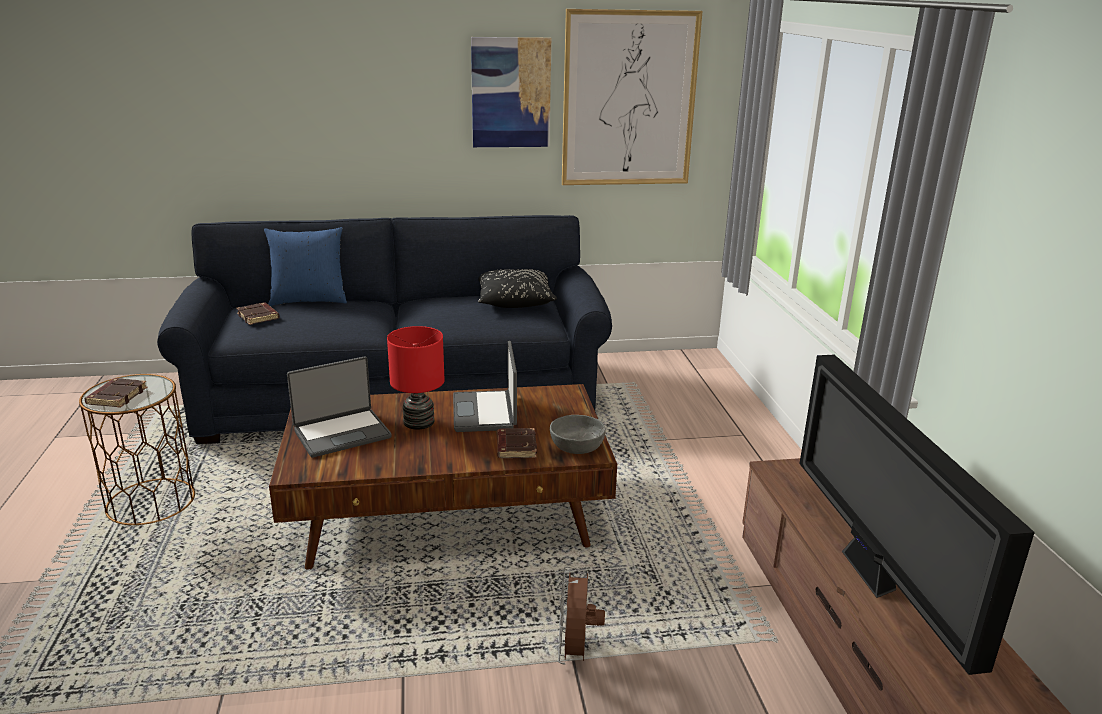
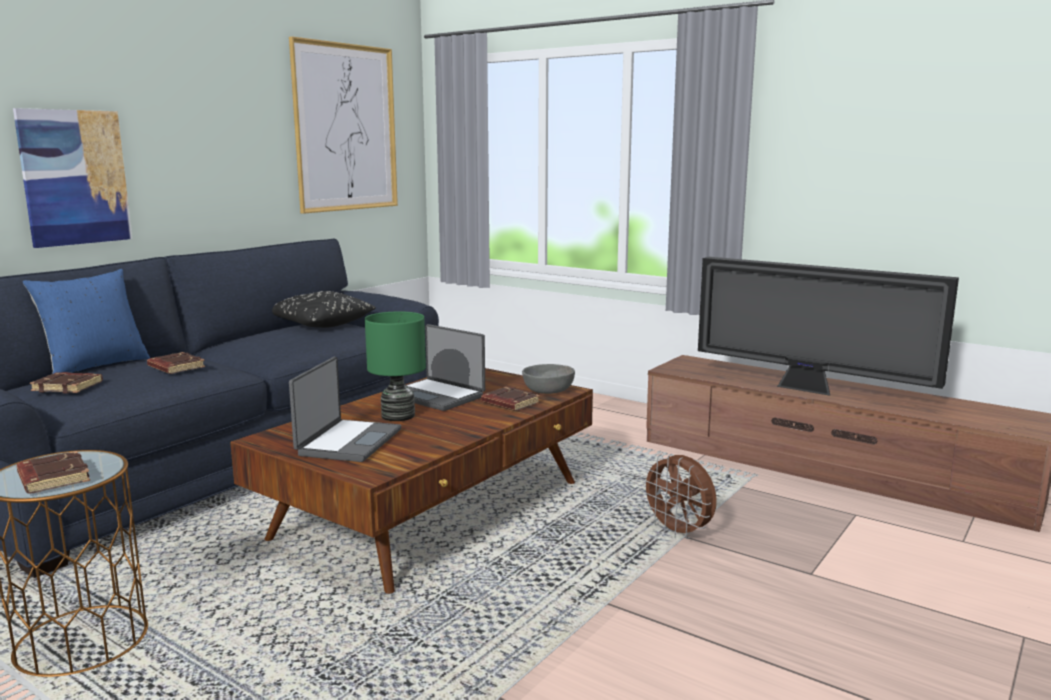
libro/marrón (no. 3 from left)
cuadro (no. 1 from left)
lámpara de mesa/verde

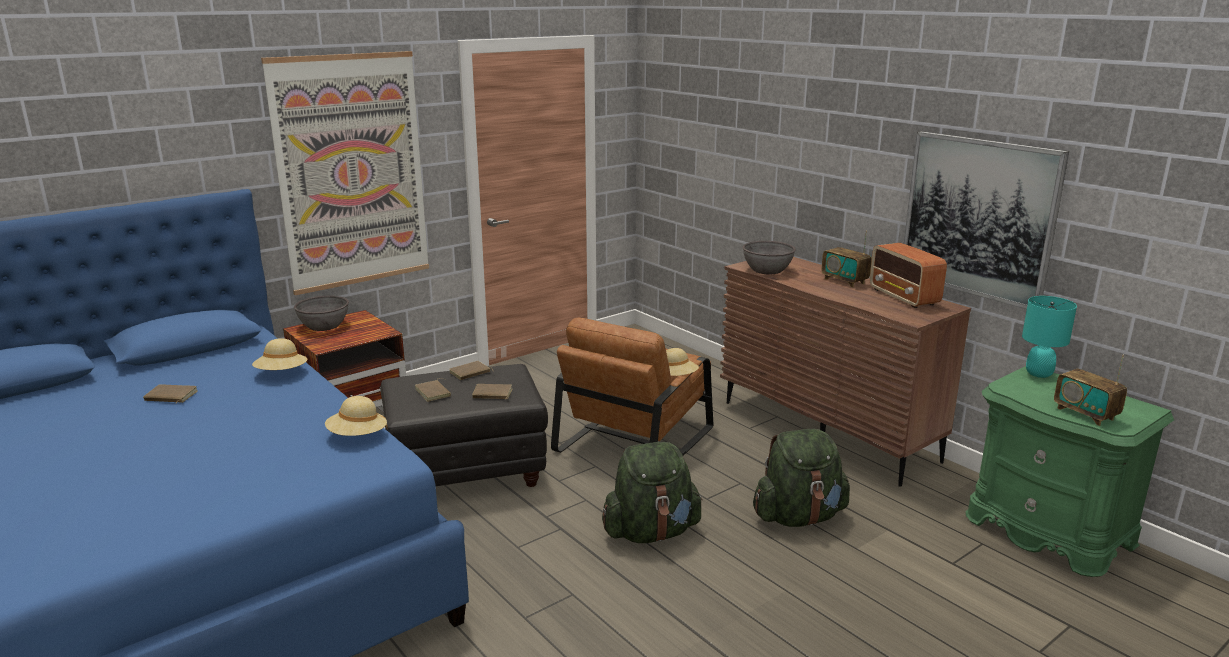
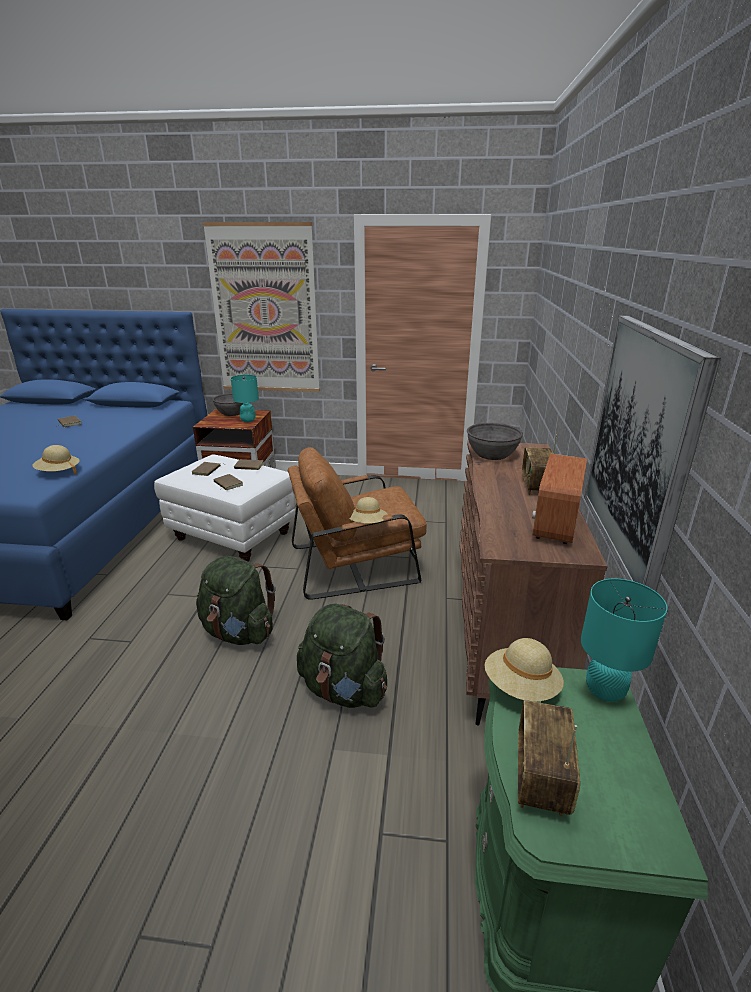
lámpara de mesa/turquesa (no. 1 from left)
sombrero/beis (no. 3 from left)
puf/blanco

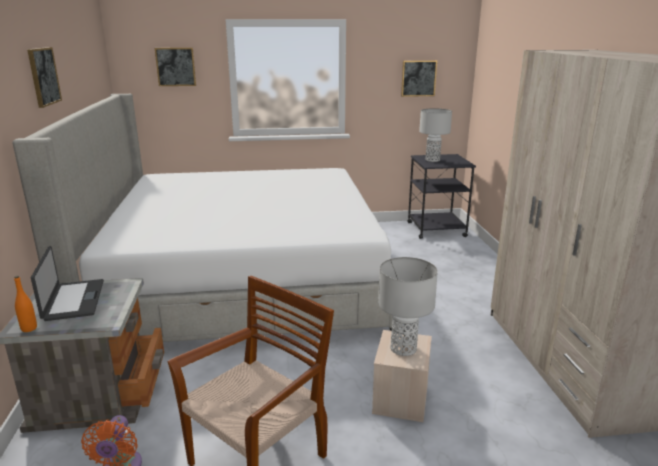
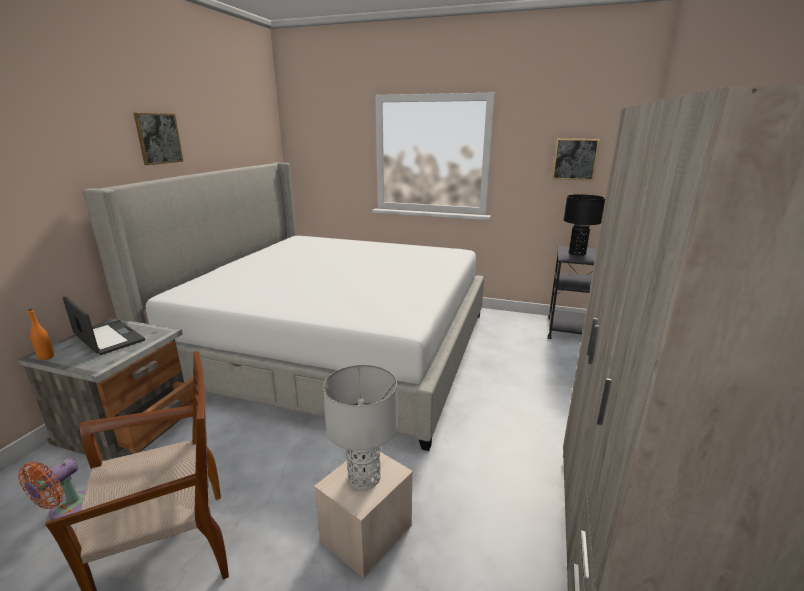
cuadro (no. 2 from left in the first image)
lámpara de mesa/negro
portátil

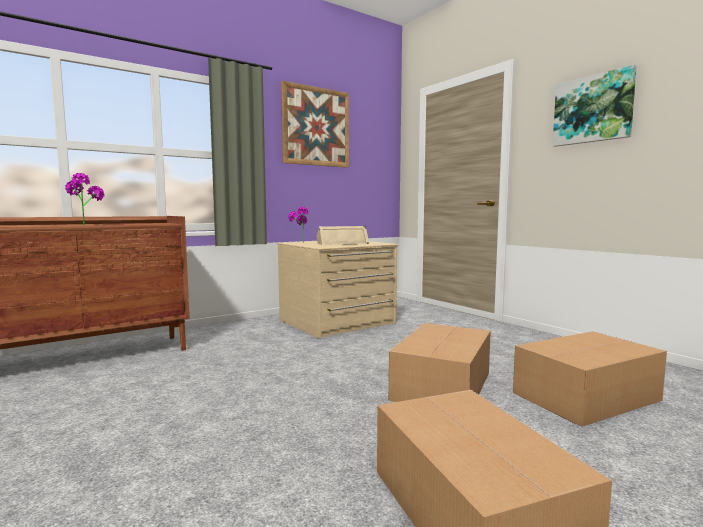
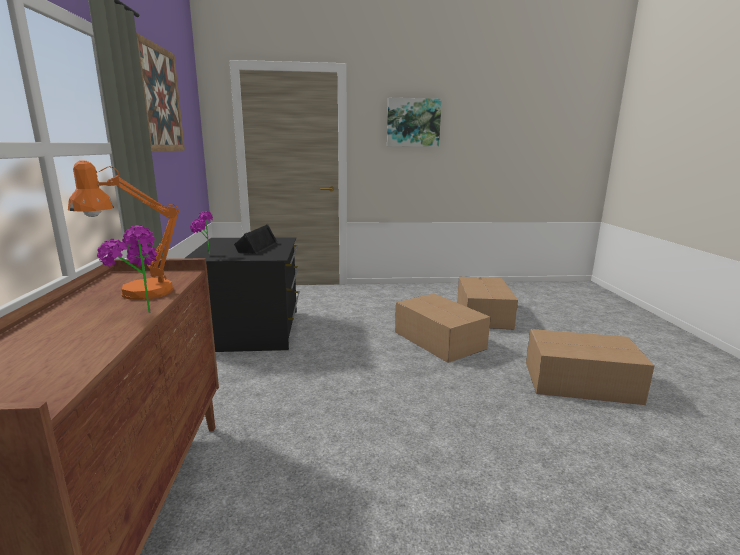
lámpara de mesa/naranja
cómoda/negro
altavoz/negro

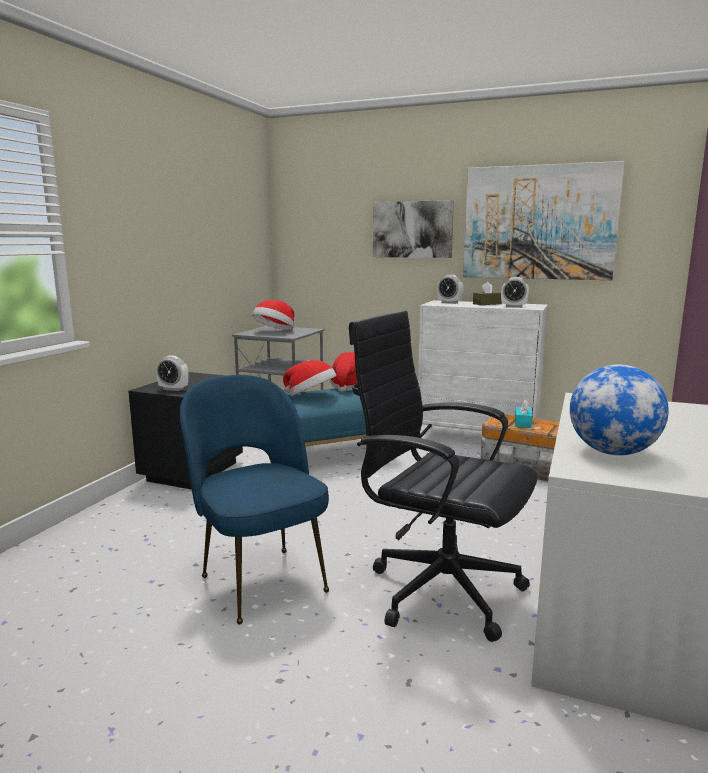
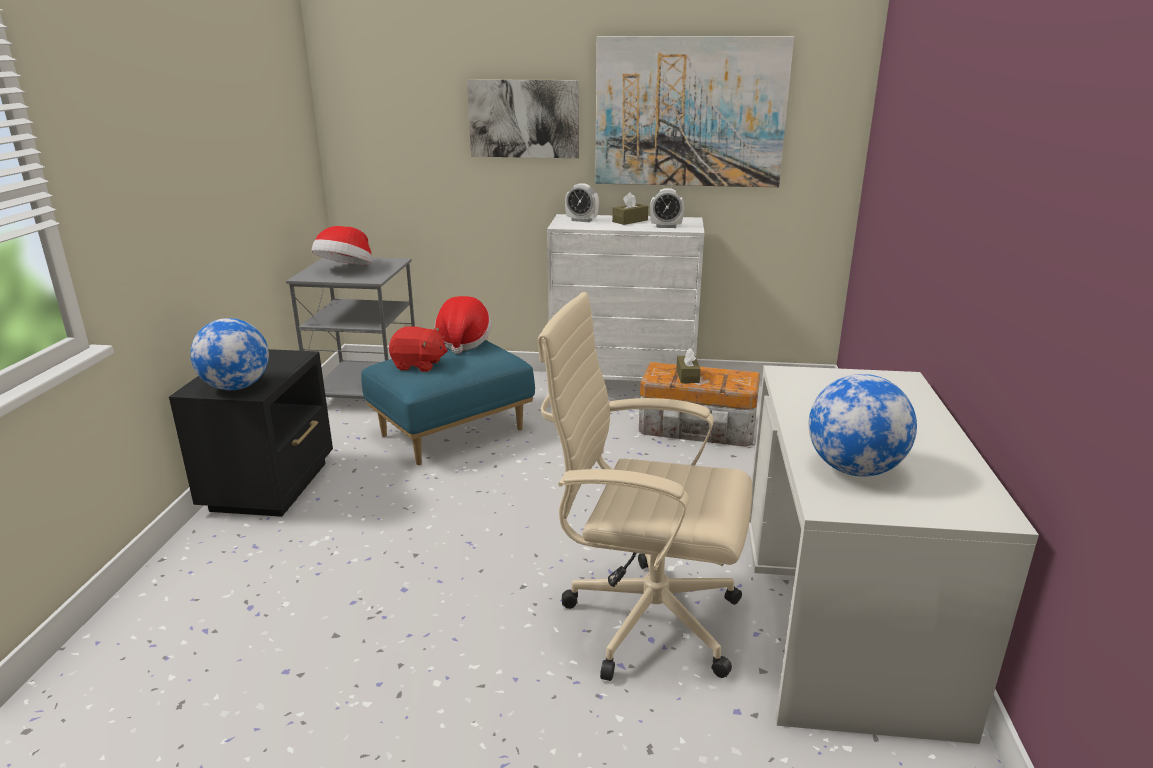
silla/azul
globo terráqueo (no. 1 from left)
peluche/rojo
silla de oficina/beis
caja de pañuelos/marrón (no. 2 from left)

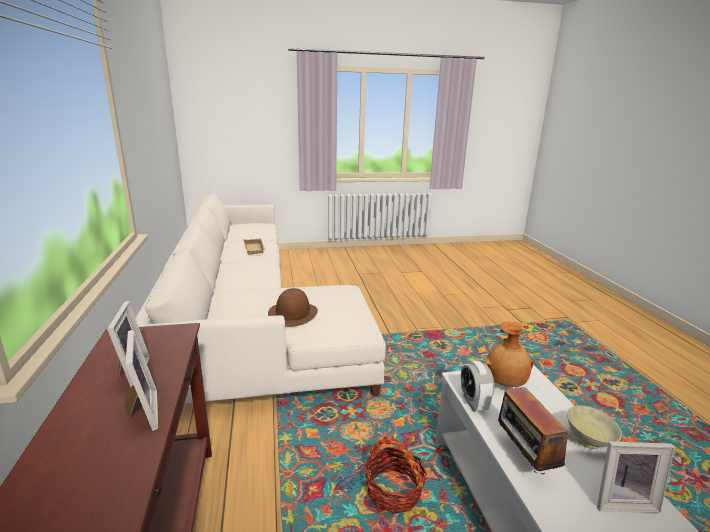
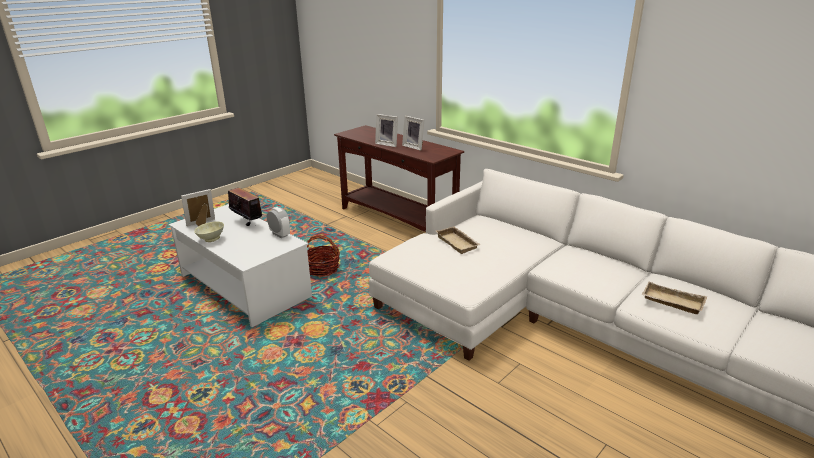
florero/marrón
bandeja/beis (no. 1 from left)

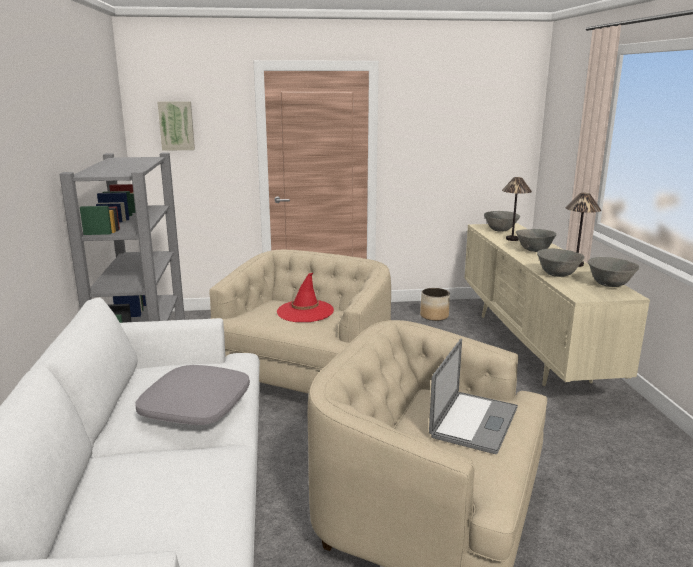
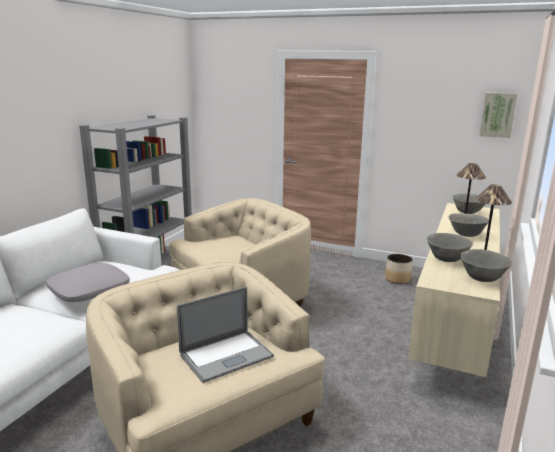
sombrero/rojo
cuadro

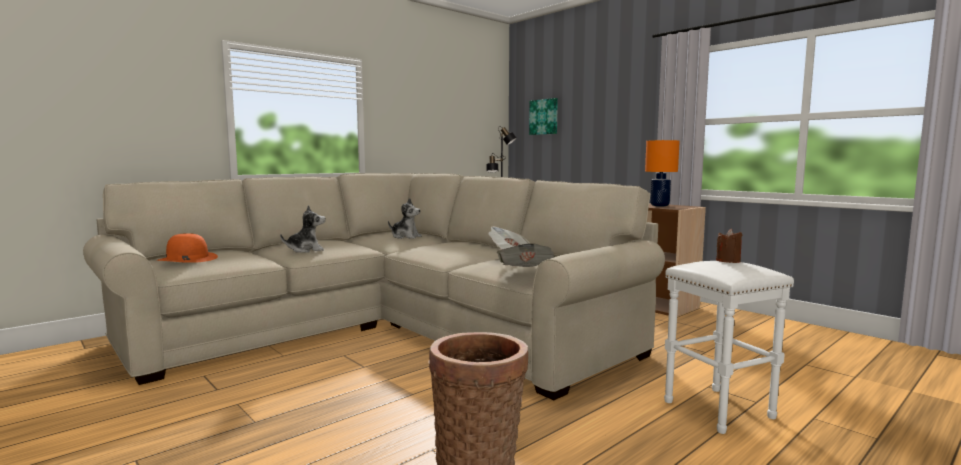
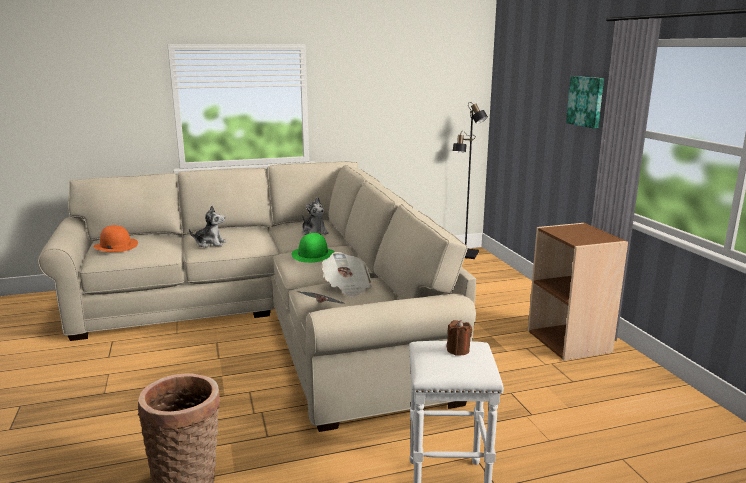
lámpara de mesa/naranja
sombrero/verde
cuadro

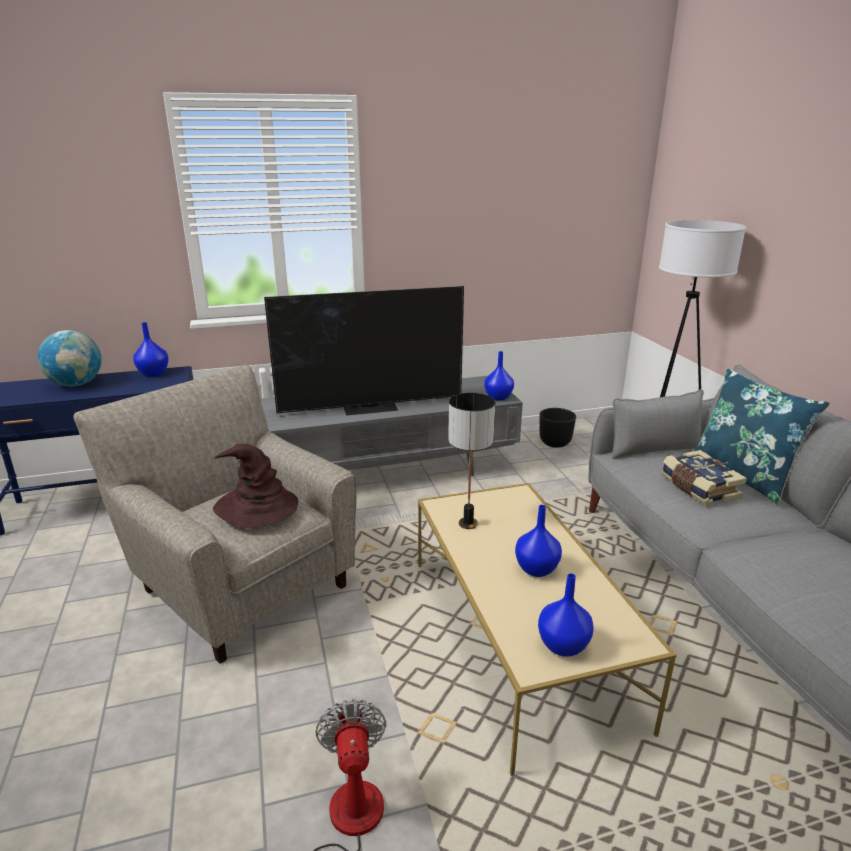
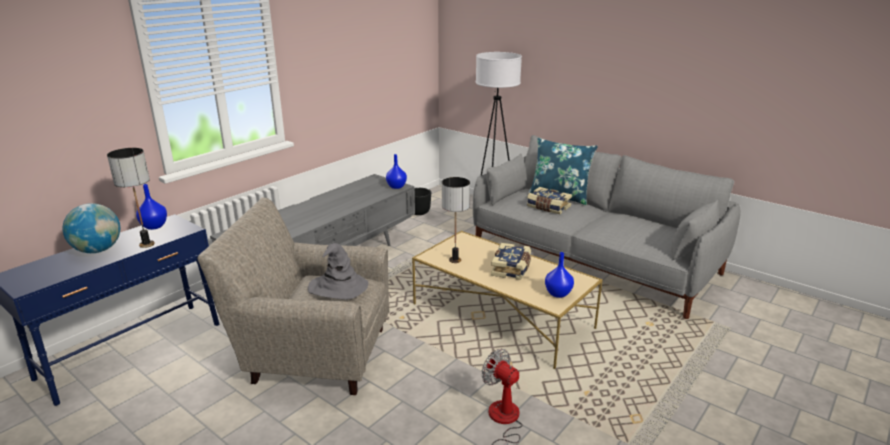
televisor
lámpara de mesa (no. 1 from left)
libro (no. 1 from left)
sombrero/gris

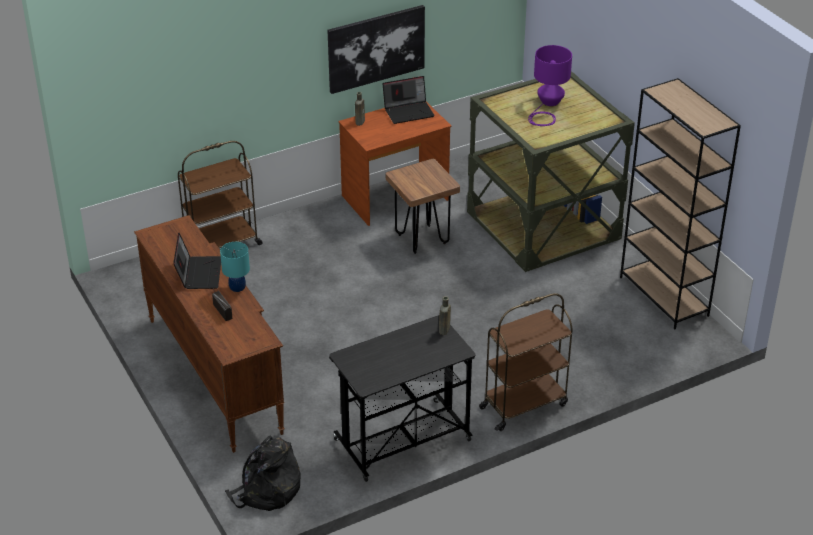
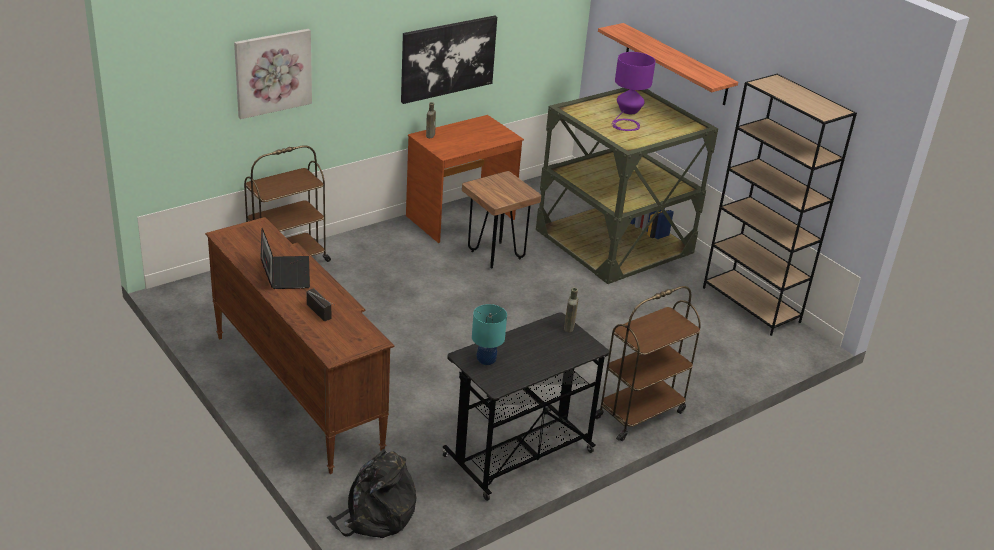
portátil (no. 2 from left in the first image)
cuadro (no. 1 from left)
estante
lámpara de mesa/turquesa

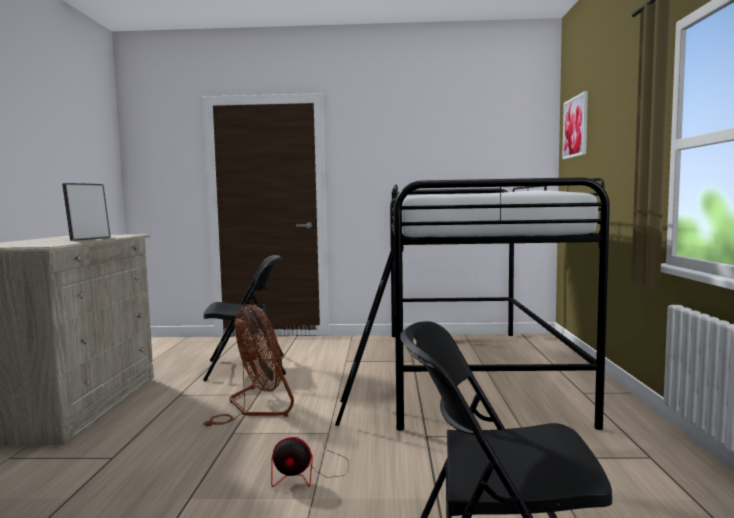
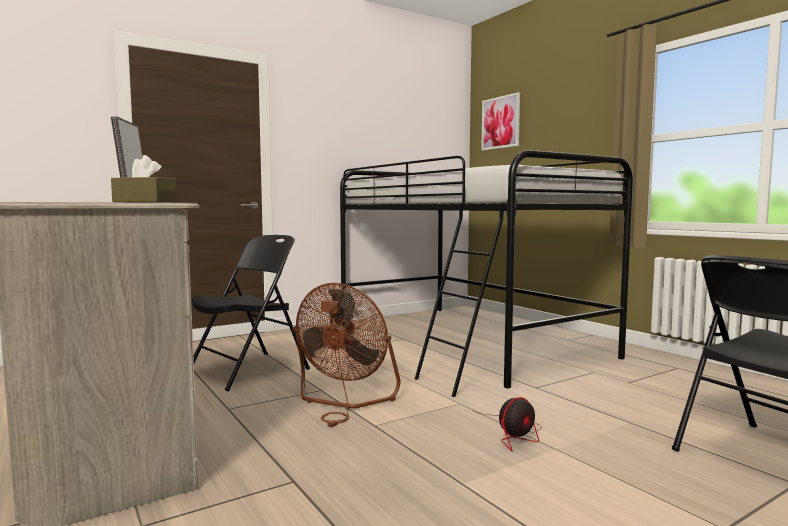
caja de pañuelos/marrón

